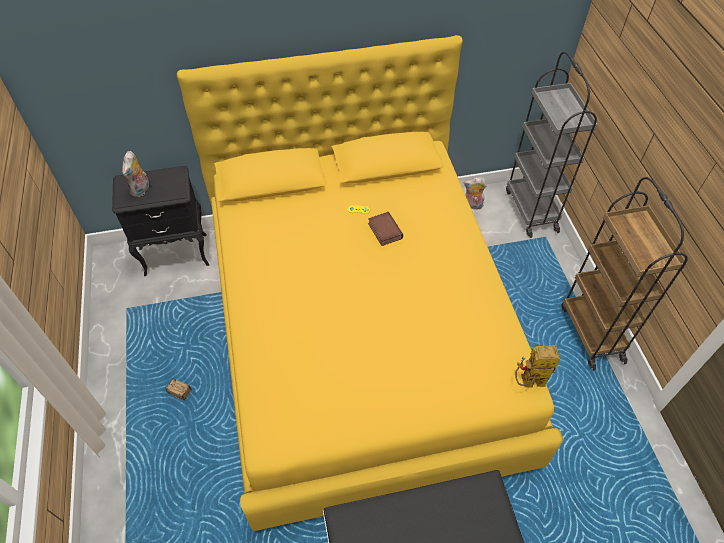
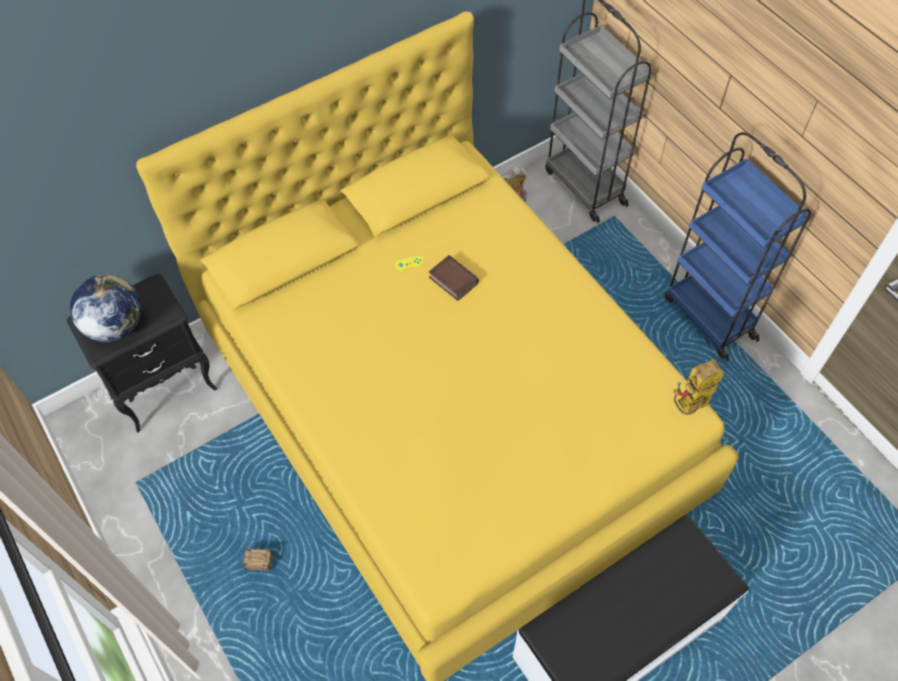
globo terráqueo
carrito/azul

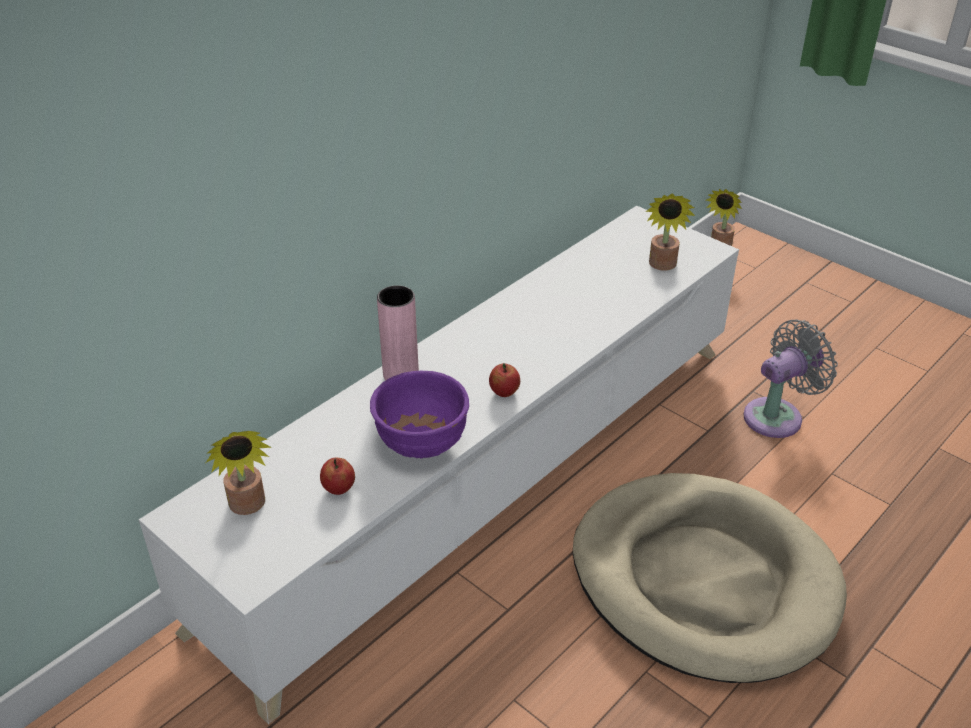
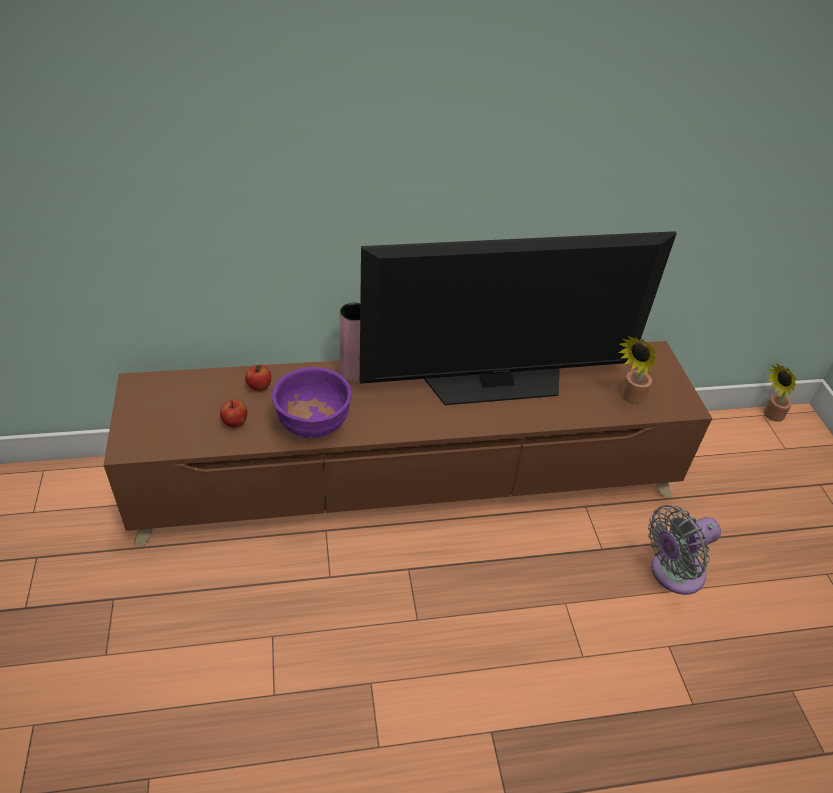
planta en maceta (no. 1 from left in the first image)
cama para perro/beis
televisor
manzana (no. 2 from left)
mueble de televisión/marrón
ventilador/gris

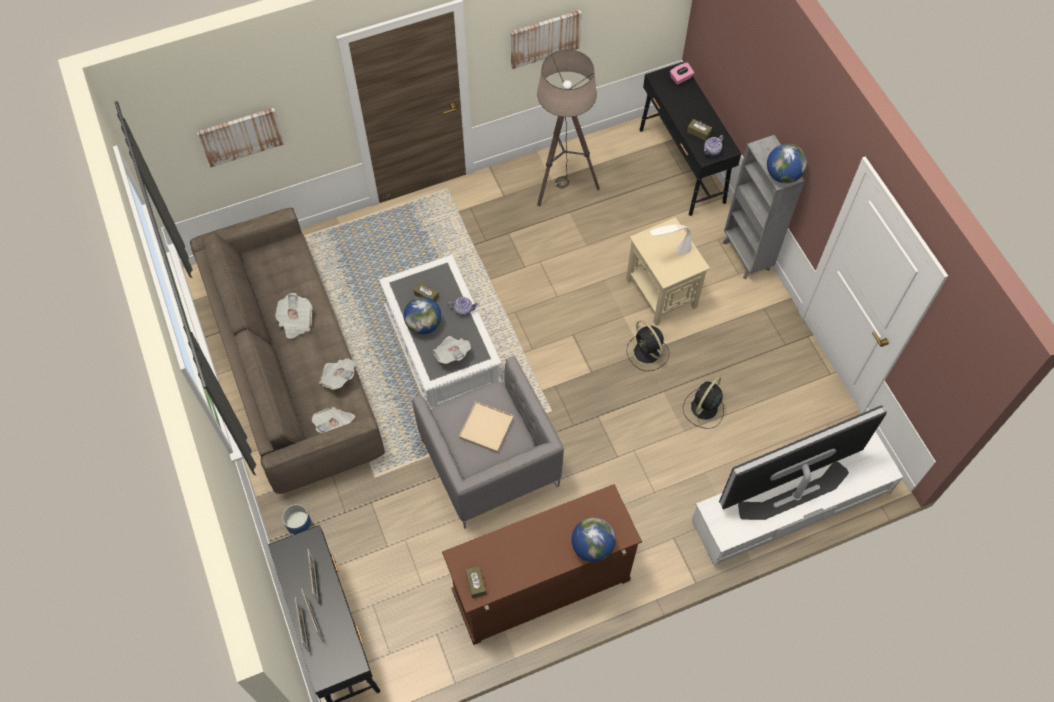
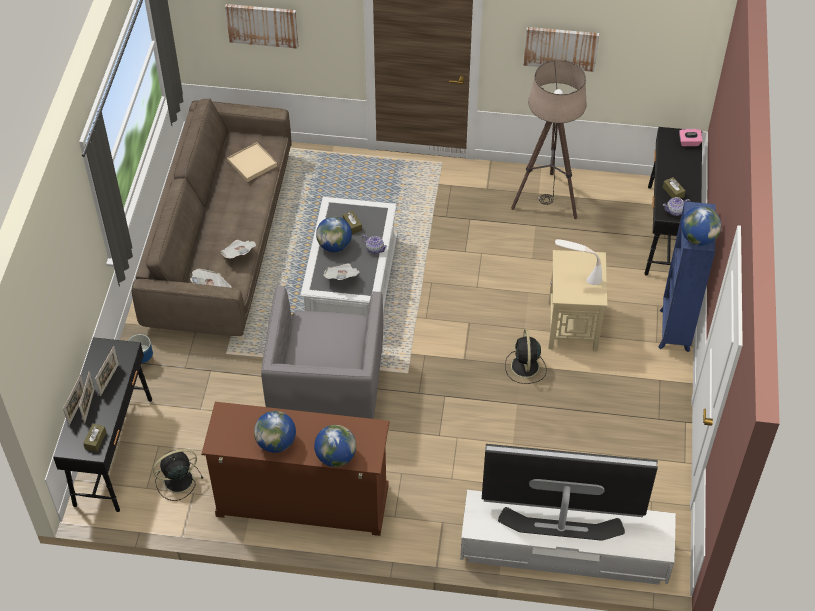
periódico (no. 1 from left in the first image)
globo terráqueo (no. 1 from left)
bandeja/beis
caja de pañuelos/marrón (no. 1 from left)
ventilador/negro (no. 1 from left)
estantería/azul

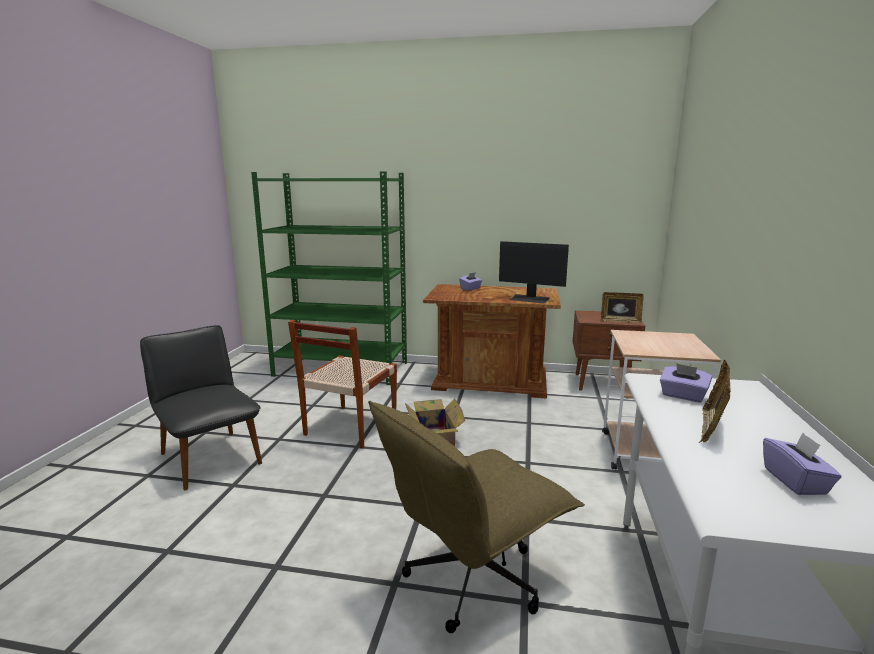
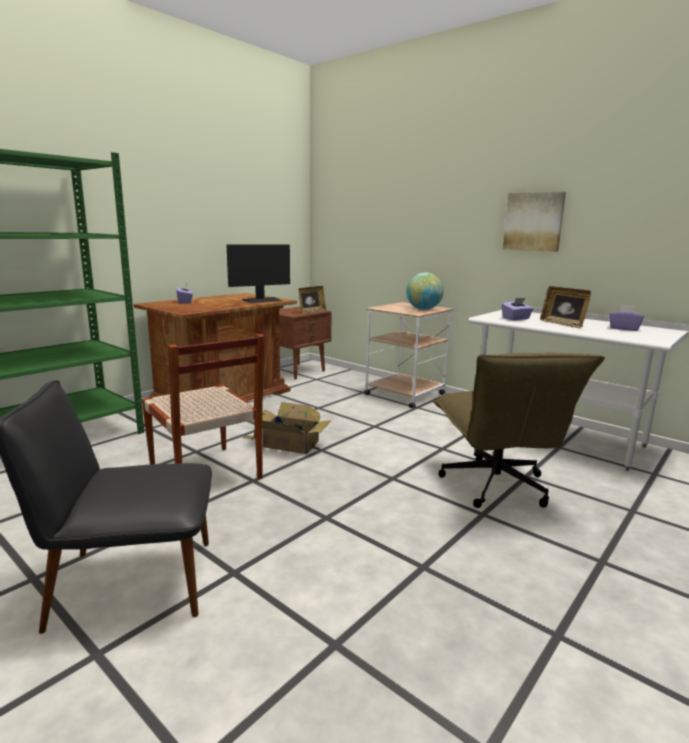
globo terráqueo
cuadro

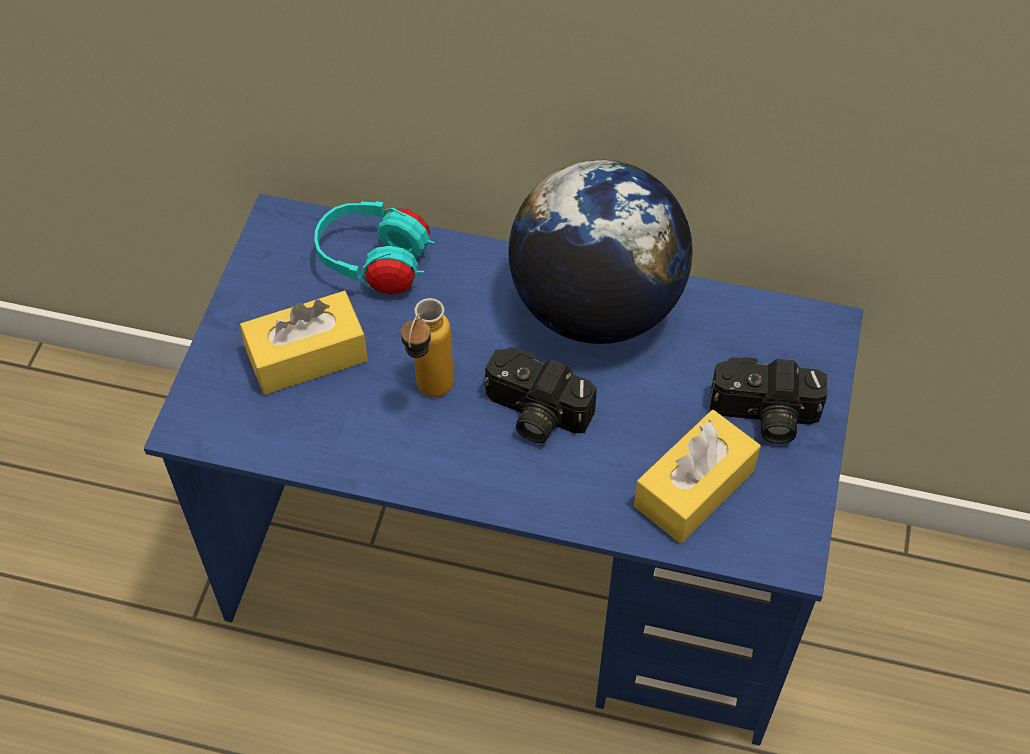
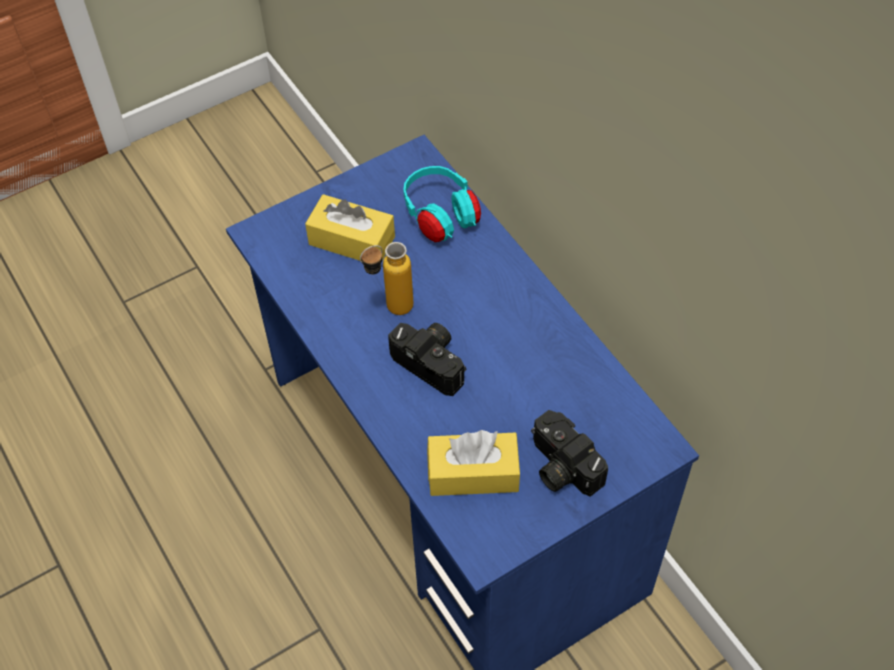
globo terráqueo
cámara (no. 1 from left)

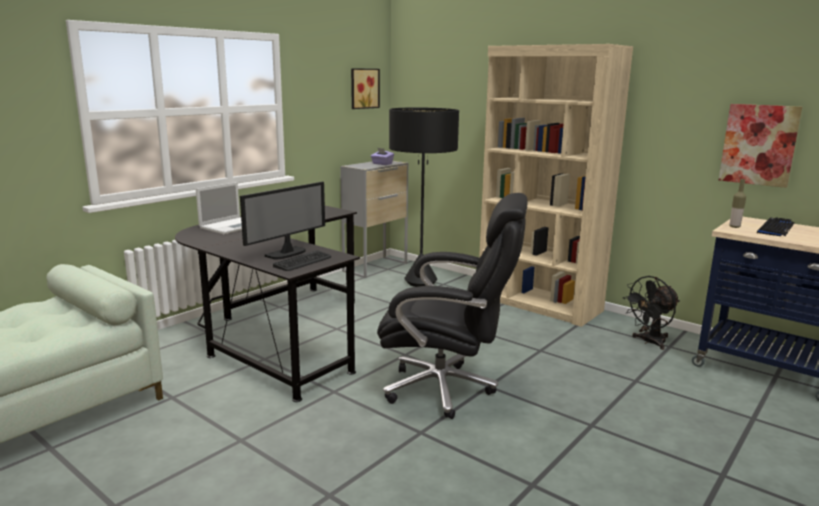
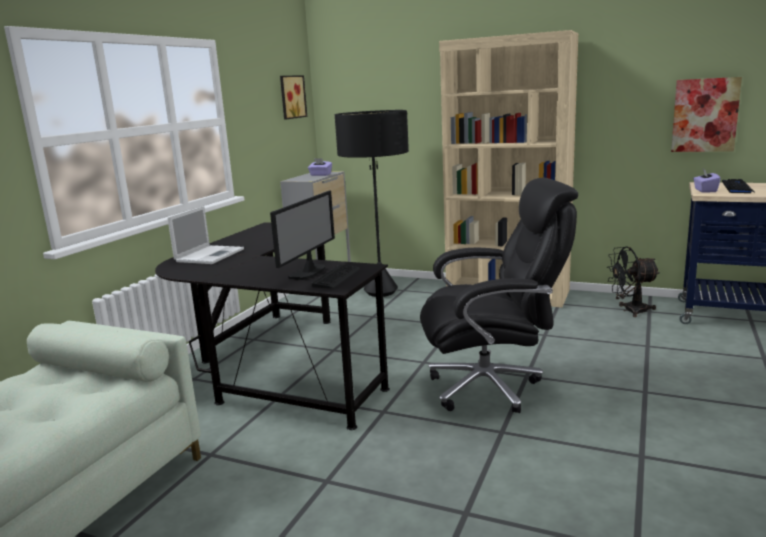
caja de pañuelos/morado (no. 2 from left)
ventilador/negro

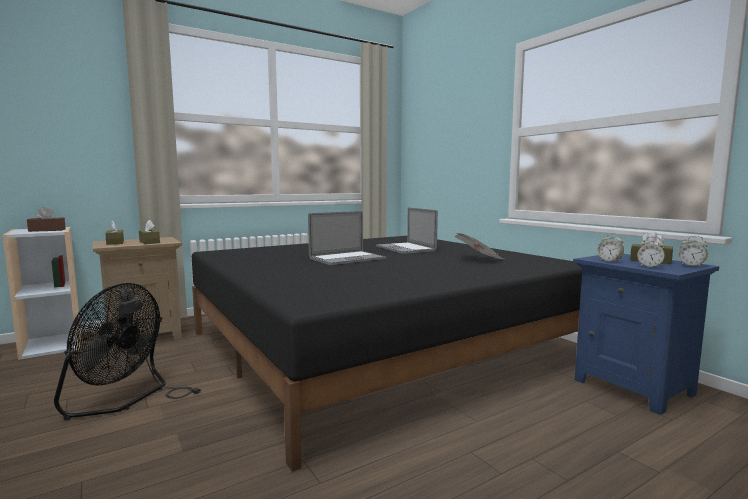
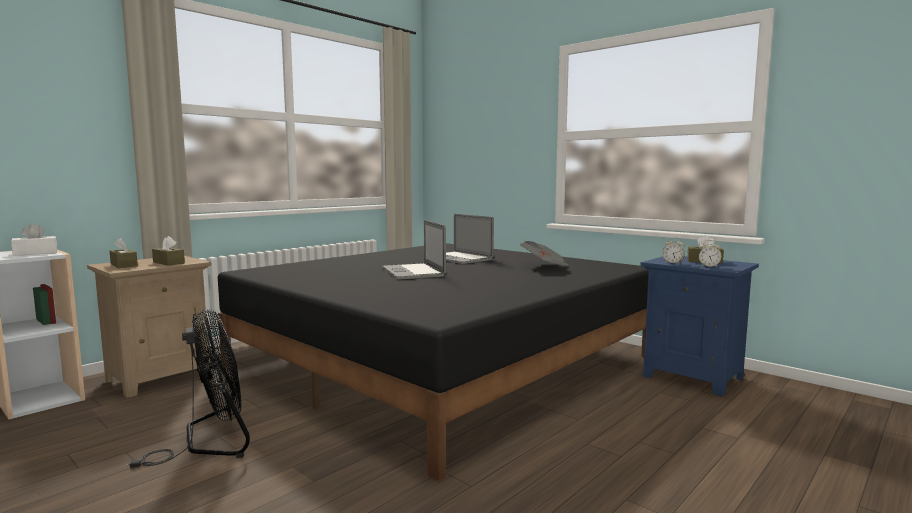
despertador (no. 3 from left in the first image)
caja de pañuelos/blanco
ventilador/negro
portátil (no. 1 from left)

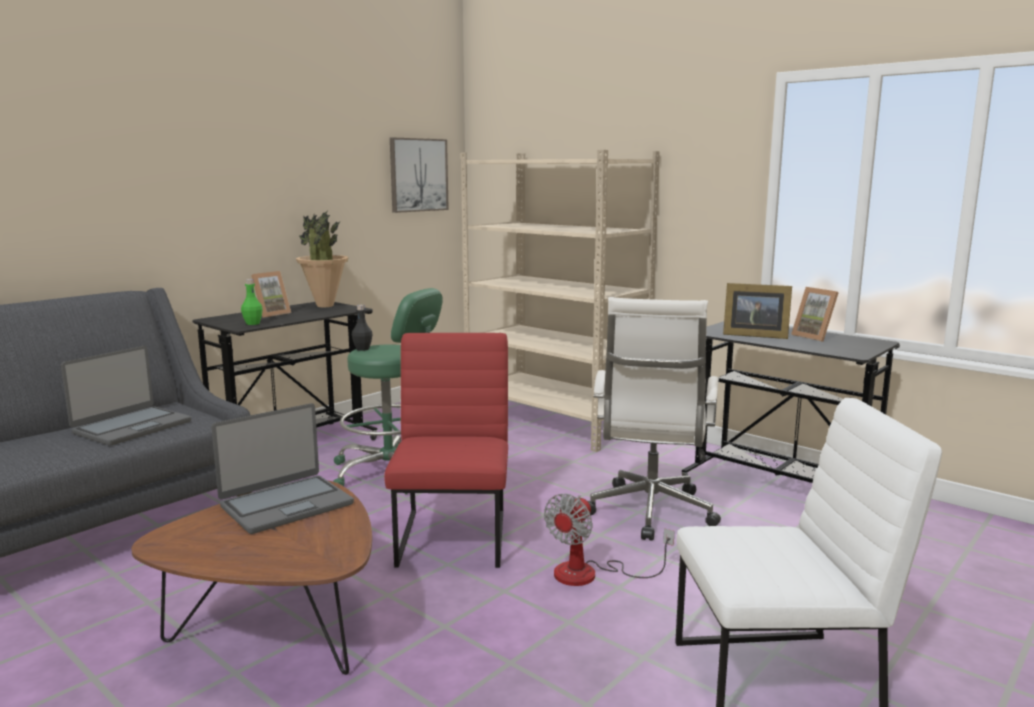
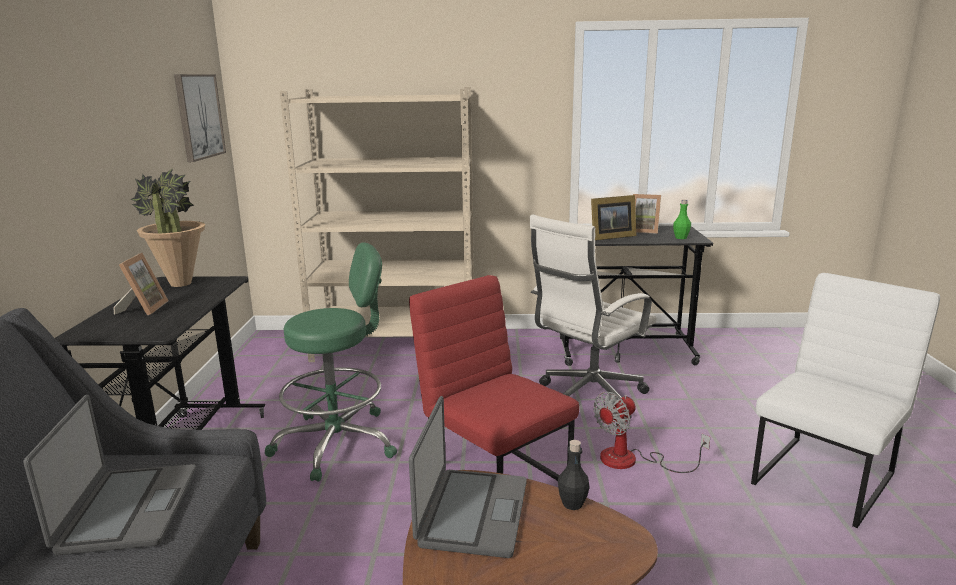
botella/verde
botella/negro
ventilador
silla de oficina/blanco

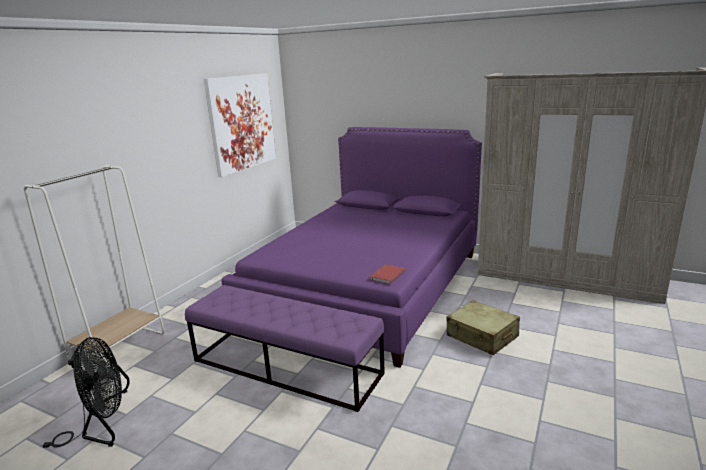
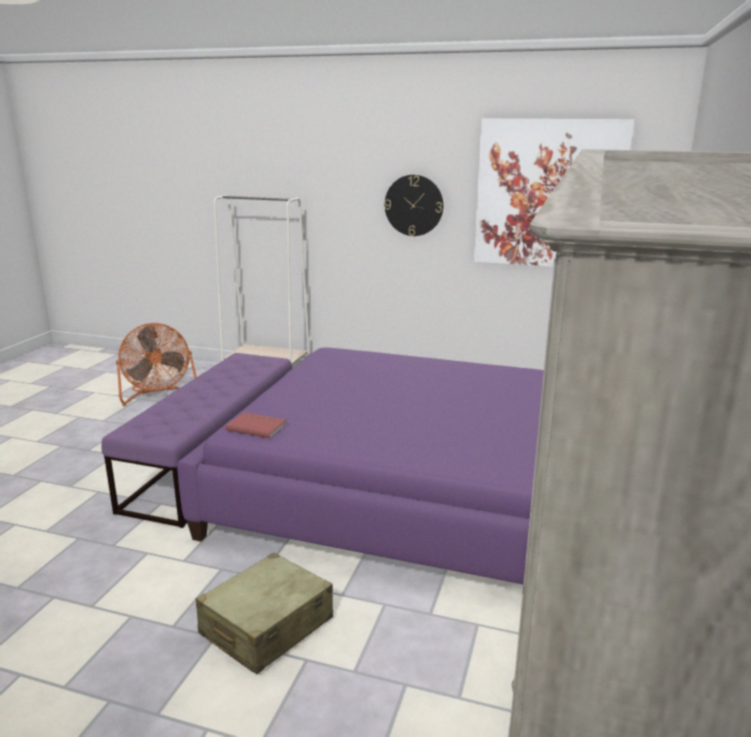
reloj de pared
ventilador/naranja

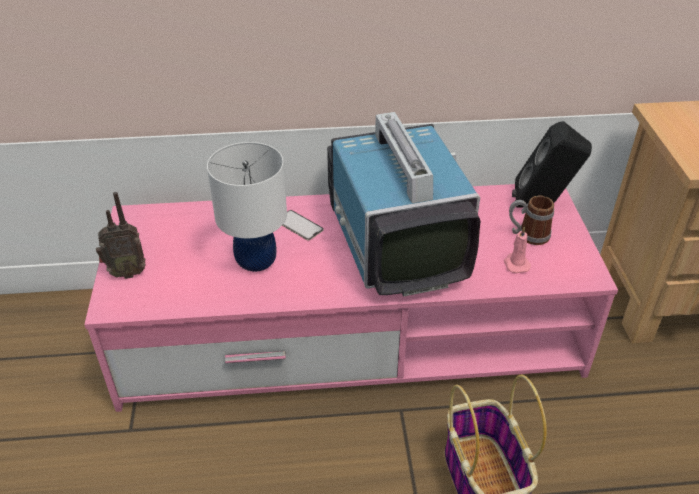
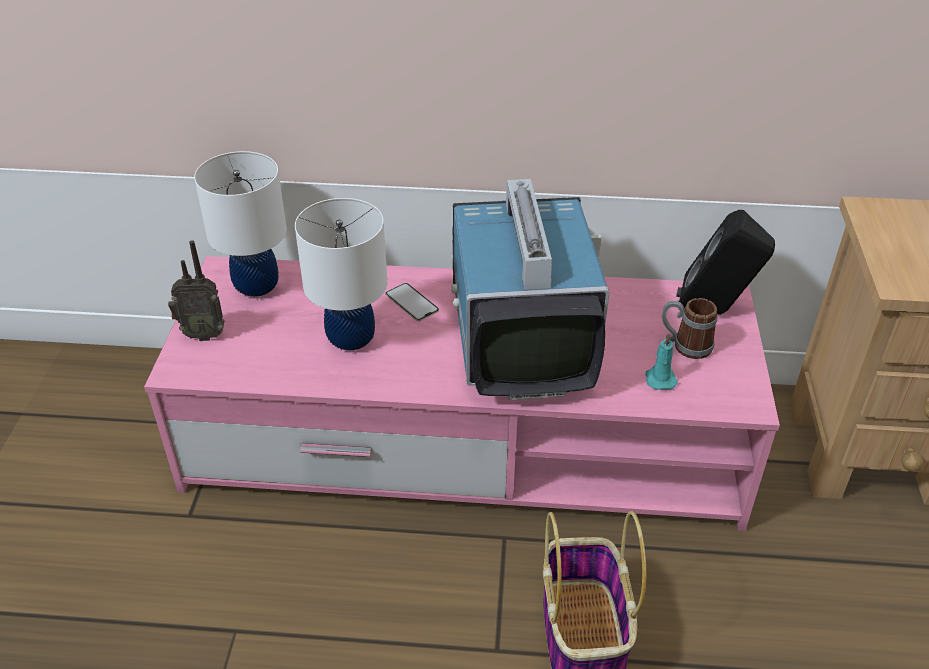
lámpara de mesa/blanco (no. 1 from left)
vela/turquesa

